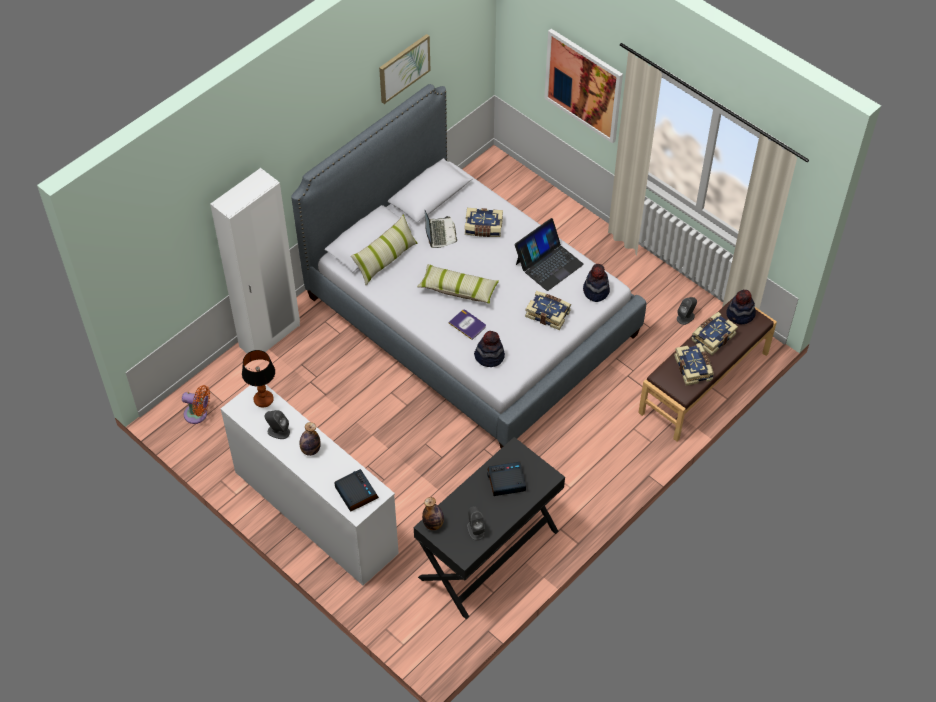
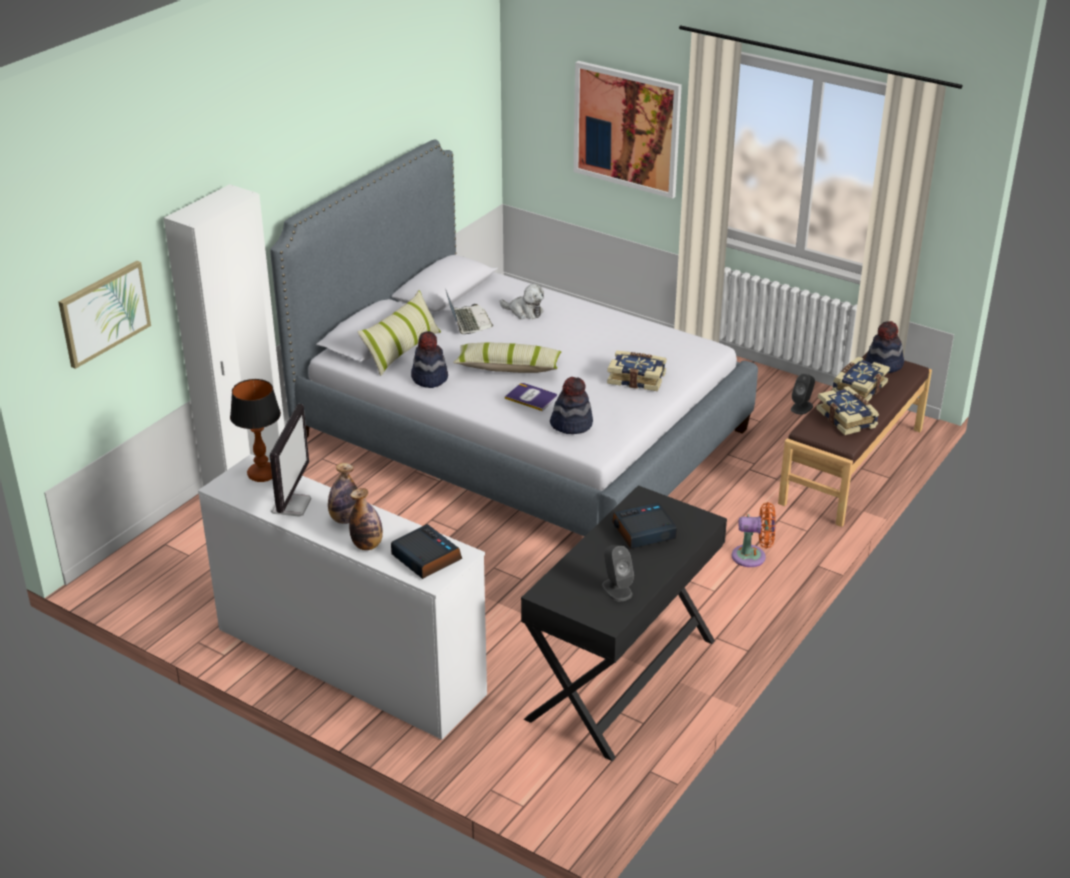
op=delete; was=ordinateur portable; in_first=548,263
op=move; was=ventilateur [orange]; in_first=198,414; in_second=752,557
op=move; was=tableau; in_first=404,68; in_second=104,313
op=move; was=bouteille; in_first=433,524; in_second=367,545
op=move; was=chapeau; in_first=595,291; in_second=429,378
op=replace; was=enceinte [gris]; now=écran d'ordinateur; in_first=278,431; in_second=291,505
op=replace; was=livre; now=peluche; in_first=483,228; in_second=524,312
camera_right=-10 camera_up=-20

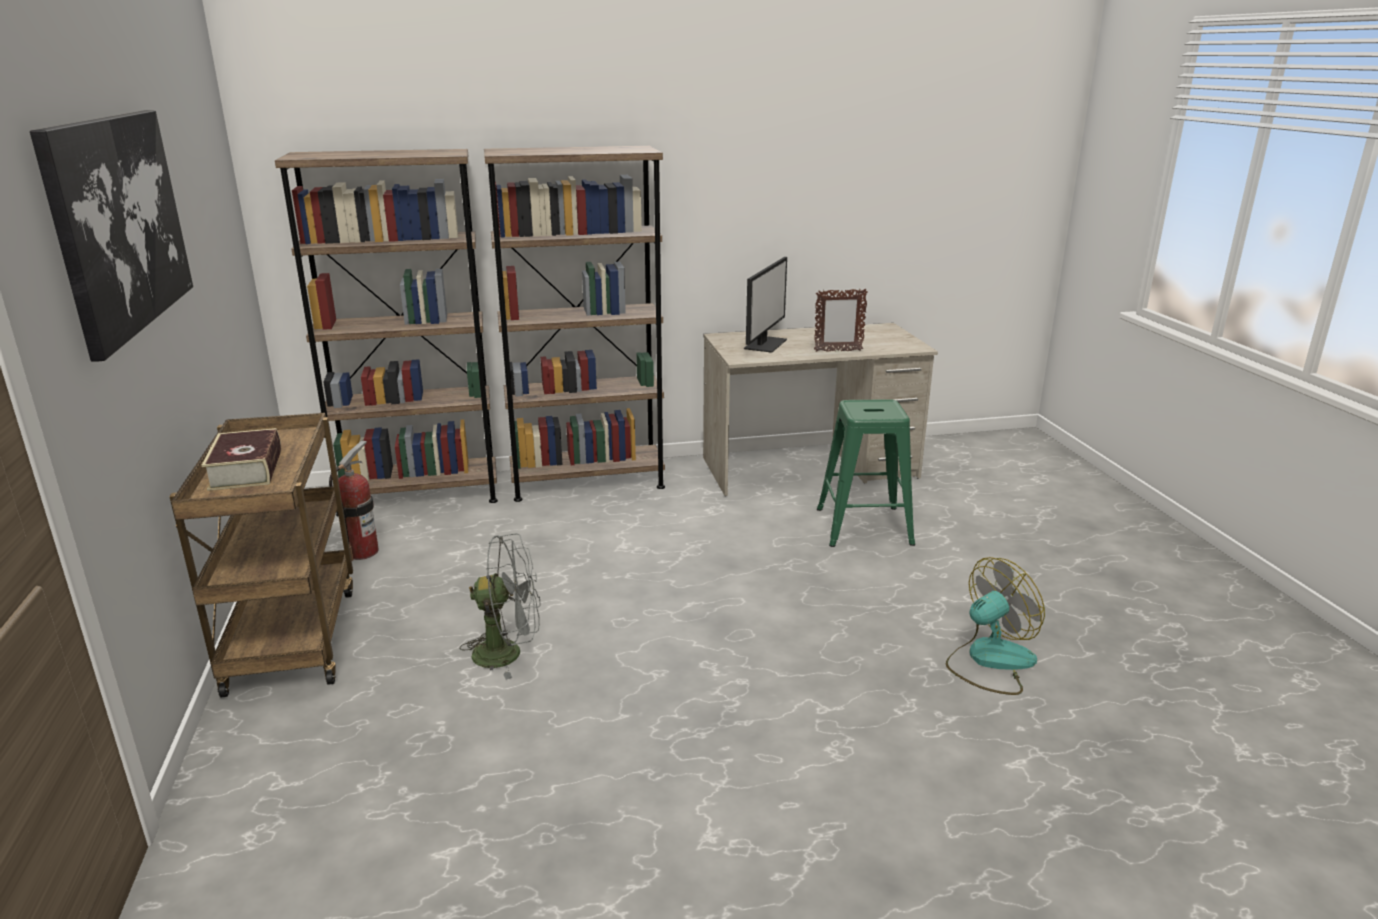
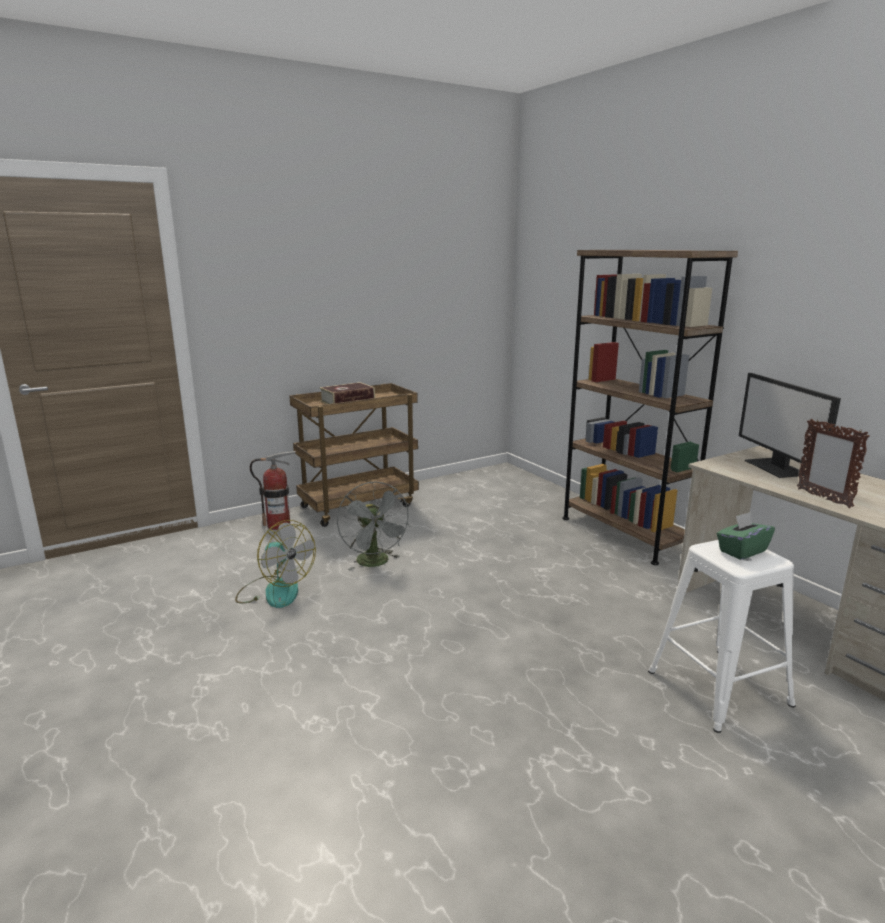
op=delete; was=tableau; in_first=119,223
op=delete; was=bibliothèque [marron]; in_first=419,494
op=insert; now=boîte à mouchoirs [vert]; in_second=742,551
op=move; was=extincteur; in_first=362,552; in_second=279,525
op=move; was=ventilateur; in_first=989,661; in_second=275,591
op=recolor; was=tabouret [vert]; now=tabouret [blanc]; in_first=863,526; in_second=716,687
op=rotate; was=écran d'ordinateur; in_first=764,344; in_second=777,468; clockwise=75
camera_right=70 camera_up=-5

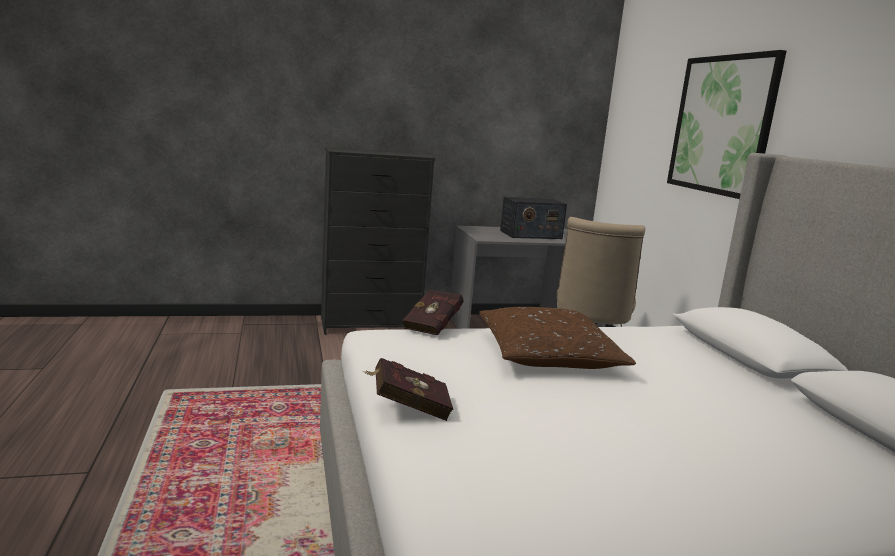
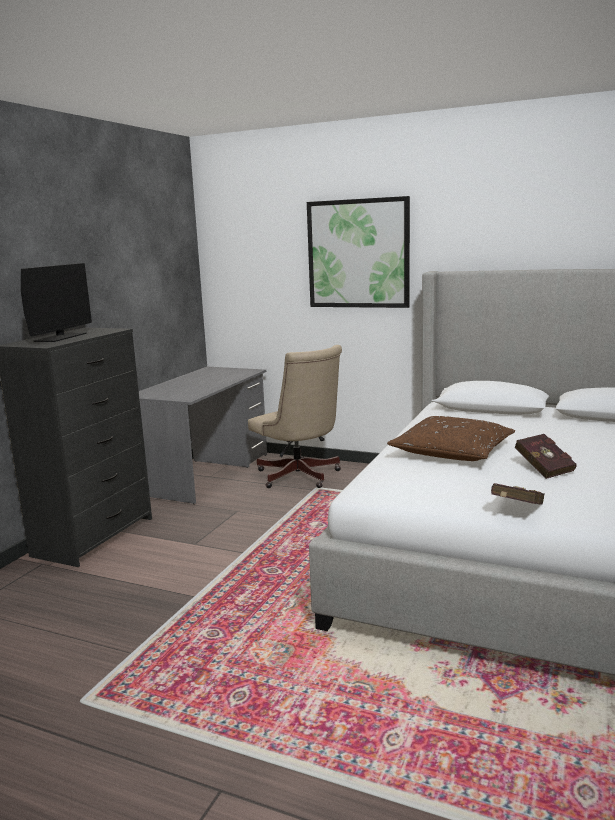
op=delete; was=radio; in_first=530,234
op=insert; now=écran d'ordinateur; in_second=61,337
op=move; was=livre [rouge]; in_first=434,326; in_second=543,468
camera_right=-50 camera_up=0

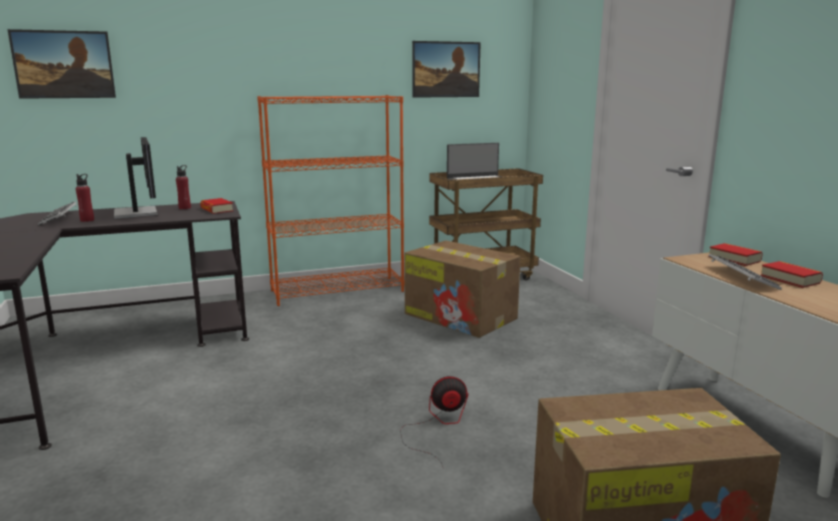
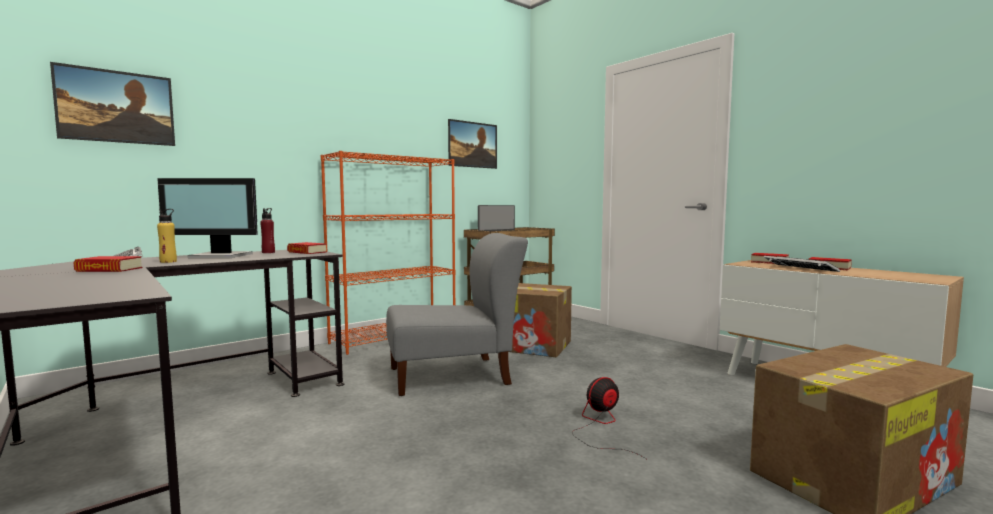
op=insert; now=livre; in_second=109,269
op=insert; now=chaise [gris]; in_second=454,376
op=recolor; was=bouteille [rouge]; now=bouteille [jaune]; in_first=87,220; in_second=168,261
op=rotate; was=écran d'ordinateur; in_first=138,212; in_second=220,256; clockwise=135
camera_right=-20 camera_up=-10

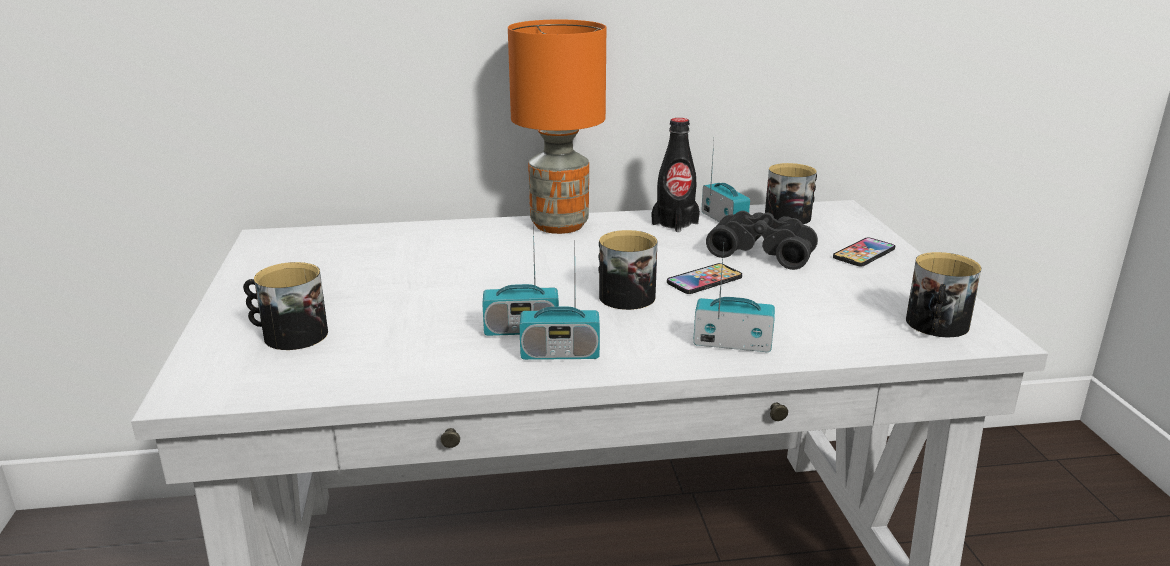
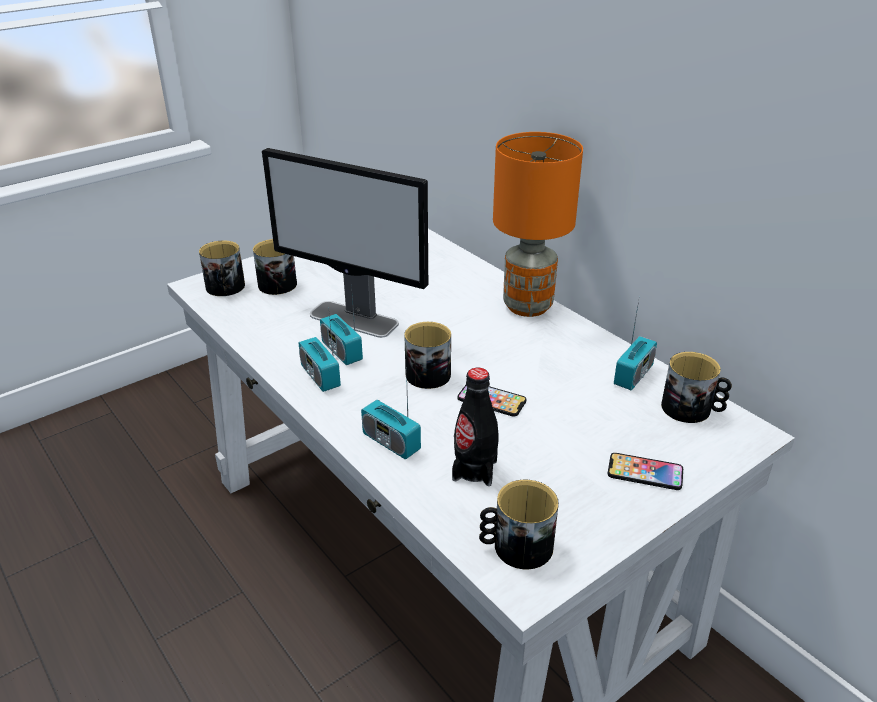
op=delete; was=jumelles [noir]; in_first=763,251
op=insert; now=mug; in_second=225,289
op=insert; now=écran d'ordinateur; in_second=354,319
op=move; was=bouteille [noir]; in_first=675,223; in_second=474,470
op=rotate; was=radio; in_first=732,344; in_second=391,442; clockwise=150
camera_right=60 camera_up=10

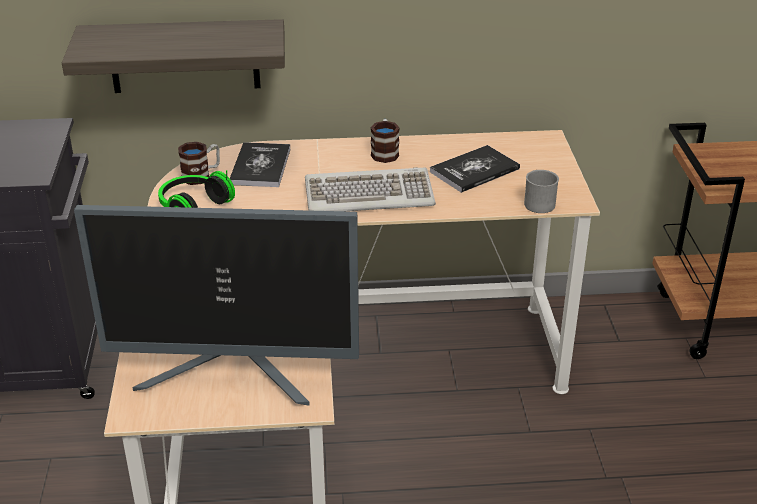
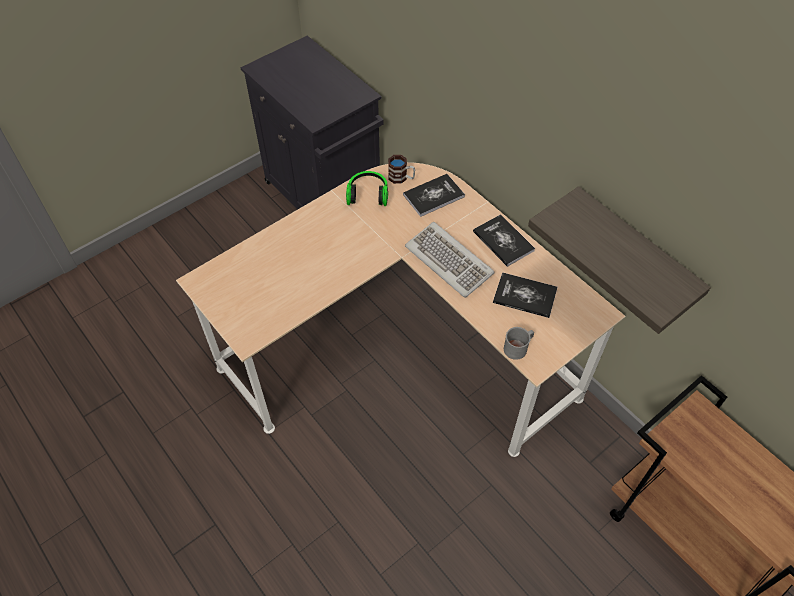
op=delete; was=écran d'ordinateur; in_first=234,374
op=move; was=étagère; in_first=184,56; in_second=633,253
op=replace; was=mug; now=livre; in_first=385,152; in_second=503,241
camera_right=55 camera_up=20

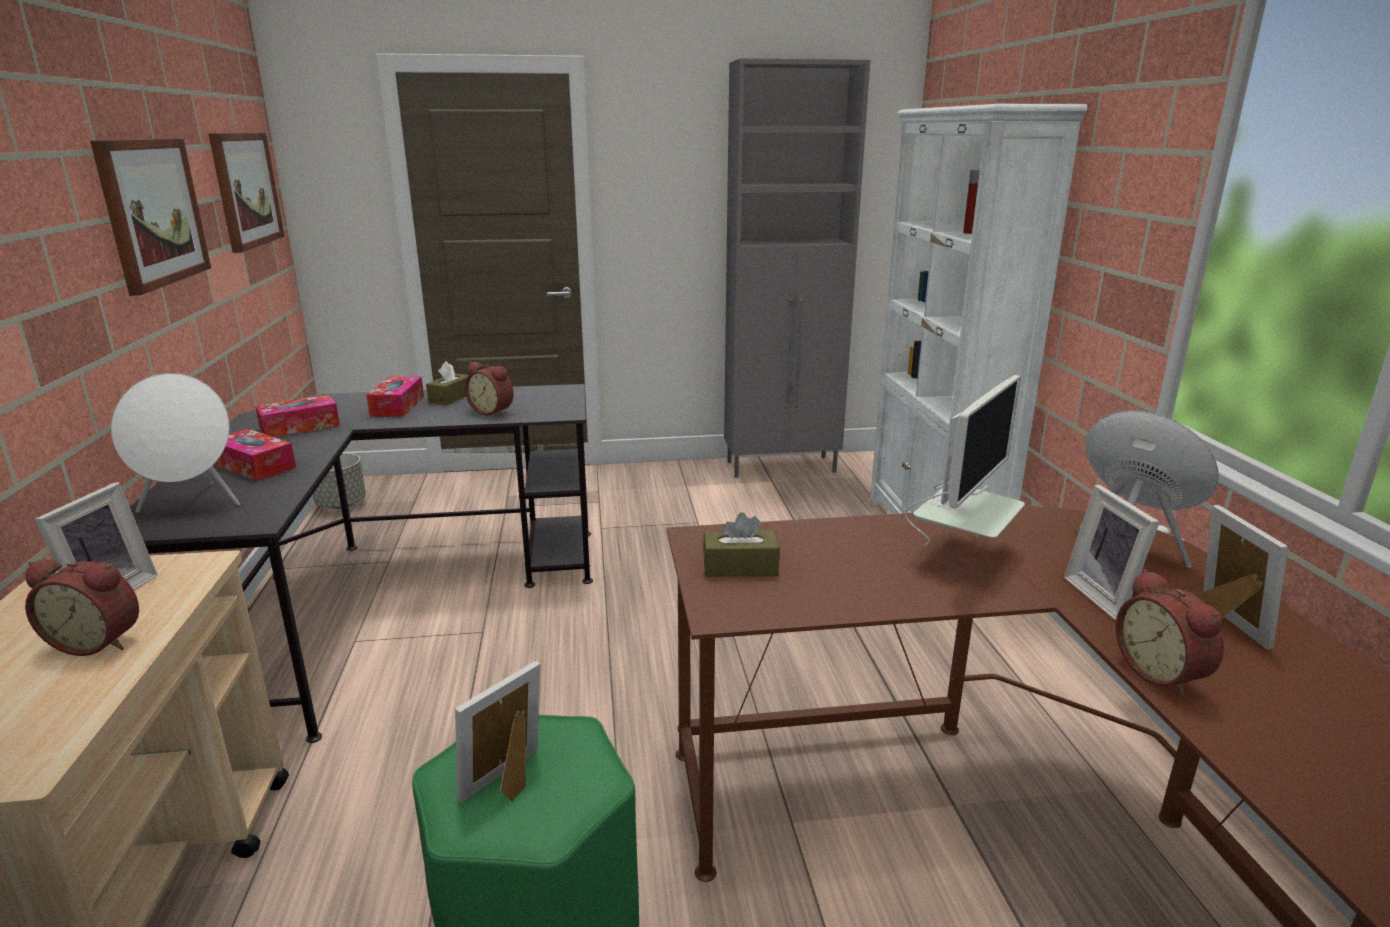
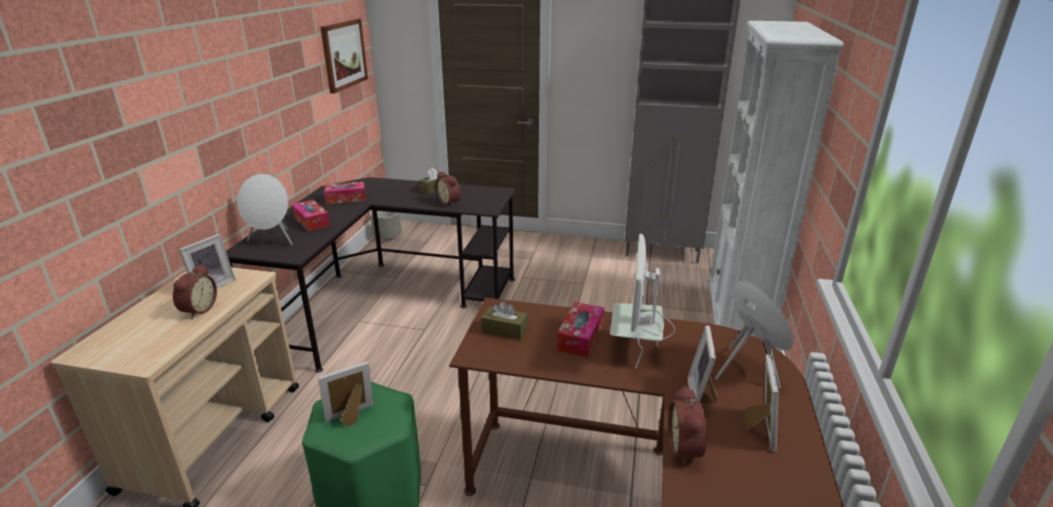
op=delete; was=tableau; in_first=152,212
op=move; was=boîte à mouchoirs; in_first=397,406; in_second=580,337
op=rotate; was=réveil; in_first=99,641; in_second=197,309; clockwise=-105
op=rotate; was=écran d'ordinateur; in_first=960,556; in_second=636,349; clockwise=135
camera_right=20 camera_up=5

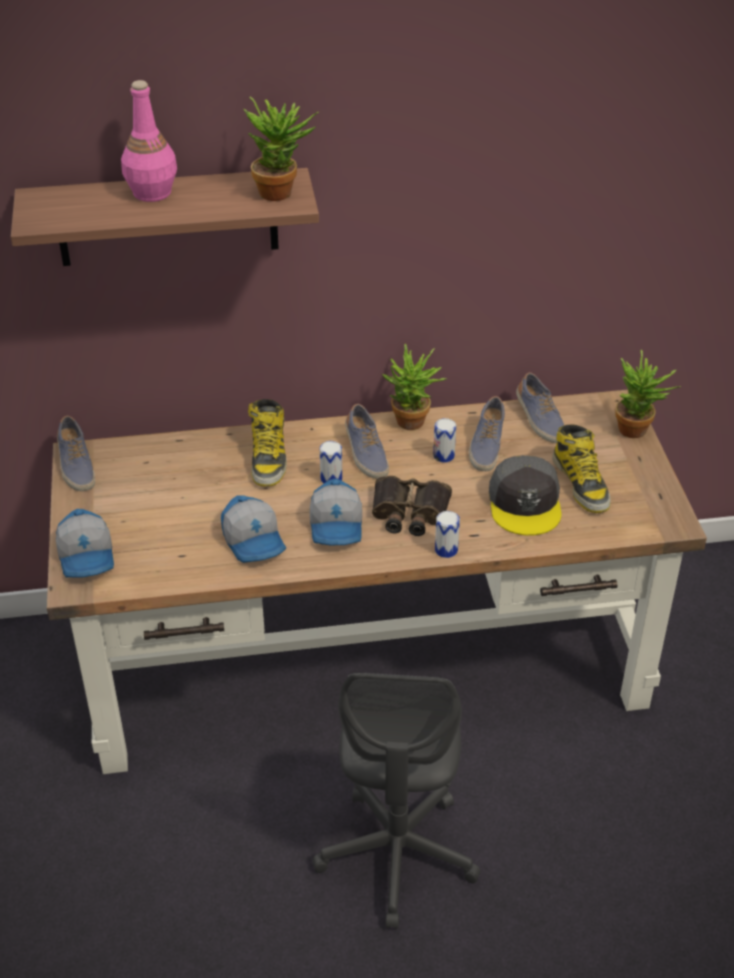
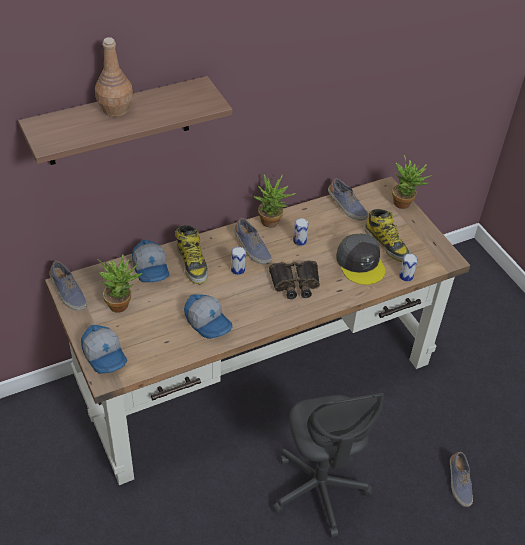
op=move; was=plante en pot; in_first=282,192; in_second=122,303
op=move; was=casquette; in_first=337,526; in_second=151,268
op=move; was=boîte métallique; in_first=446,550; in_second=406,276
op=move; was=chaussure; in_first=486,445; in_second=459,483
op=recolor; was=bouteille [rose]; now=bouteille [marron]; in_first=151,193; in_second=115,109
camera_right=-20 camera_up=5

